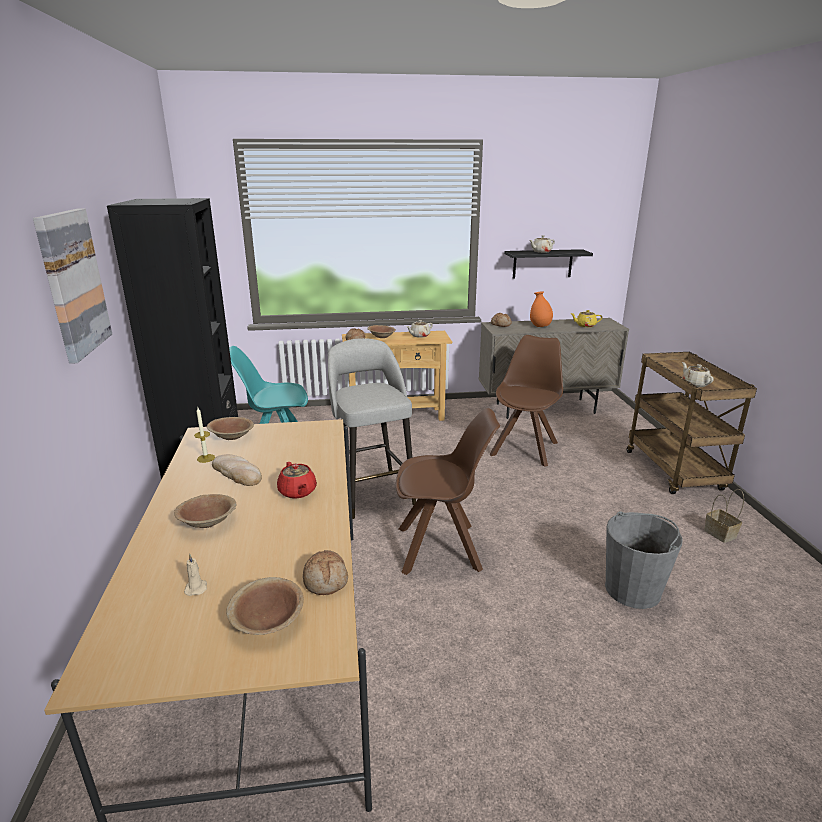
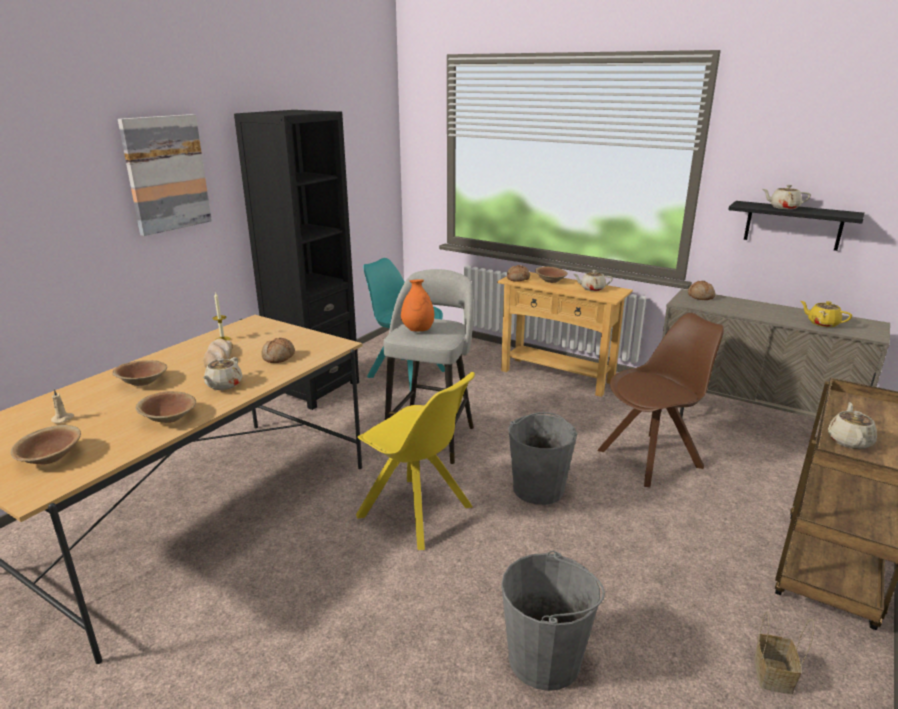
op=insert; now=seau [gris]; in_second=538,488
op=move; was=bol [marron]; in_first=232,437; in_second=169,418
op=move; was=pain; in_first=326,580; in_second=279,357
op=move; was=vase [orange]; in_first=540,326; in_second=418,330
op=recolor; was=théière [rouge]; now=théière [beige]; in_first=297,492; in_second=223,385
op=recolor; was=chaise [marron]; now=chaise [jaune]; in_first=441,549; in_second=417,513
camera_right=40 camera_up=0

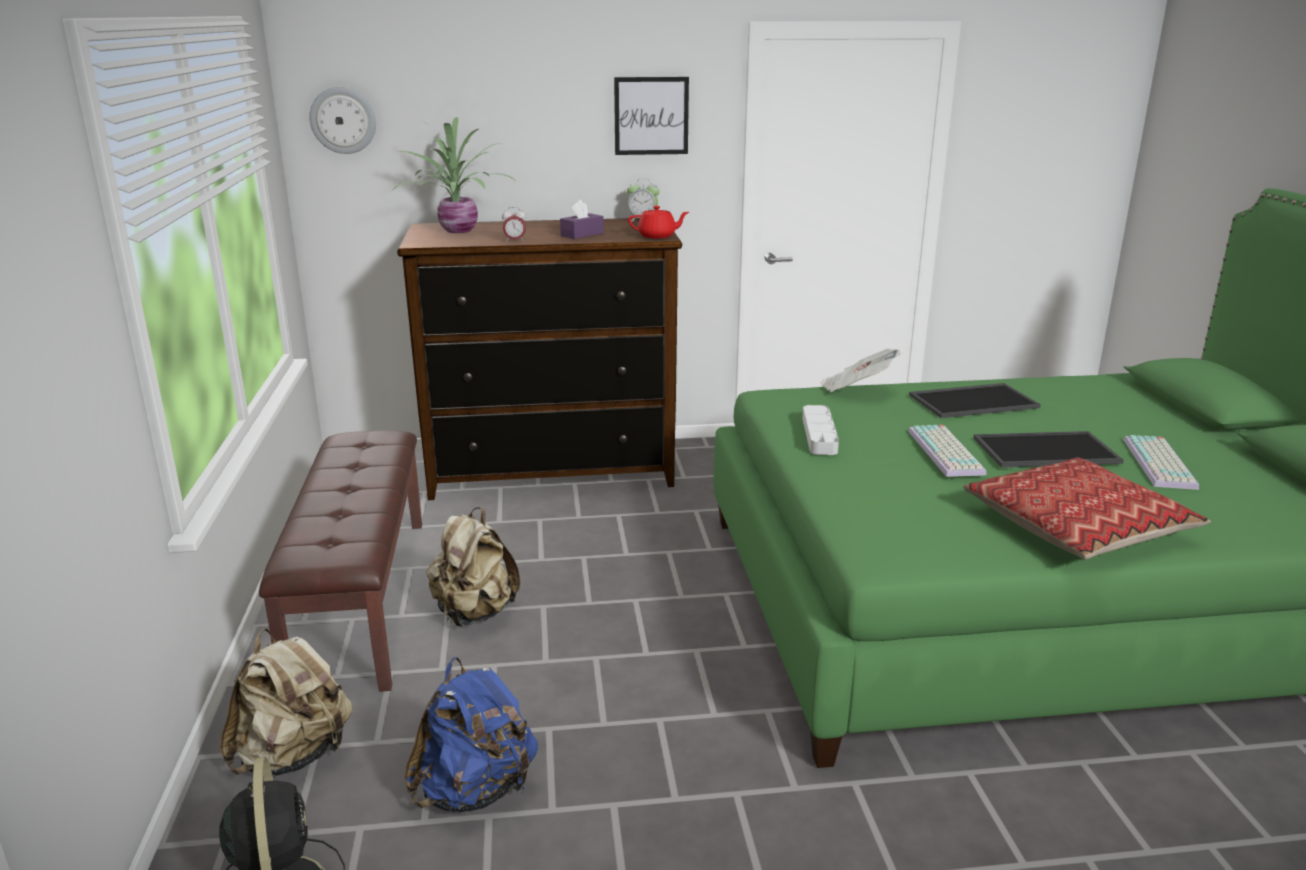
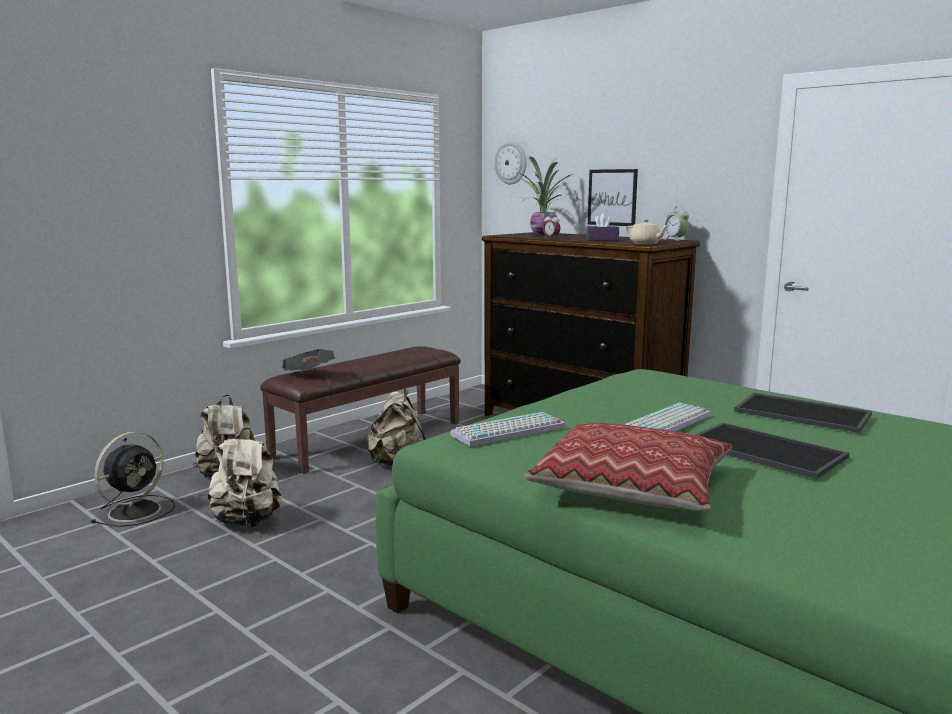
op=delete; was=plateau [gris]; in_first=819,435
op=move; was=tableau; in_first=651,116; in_second=612,197
op=move; was=journal; in_first=856,389; in_second=308,375
op=move; was=clavier; in_first=1162,464; in_second=508,432
op=recolor; was=sac à dos [bleu]; now=sac à dos [beige]; in_first=475,790; in_second=247,521
op=recolor; was=théière [rouge]; now=théière [beige]; in_first=657,236; in_second=645,243
camera_right=50 camera_up=-10

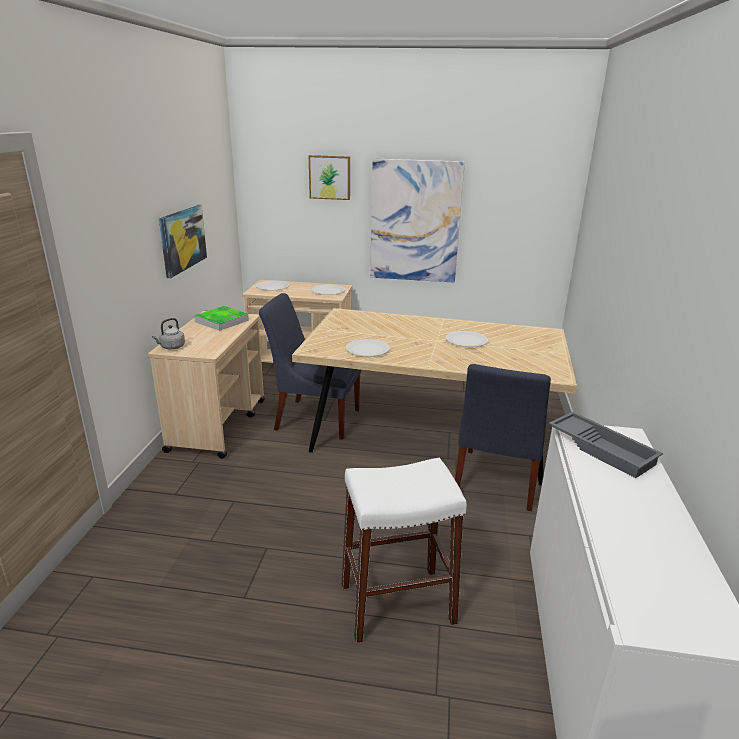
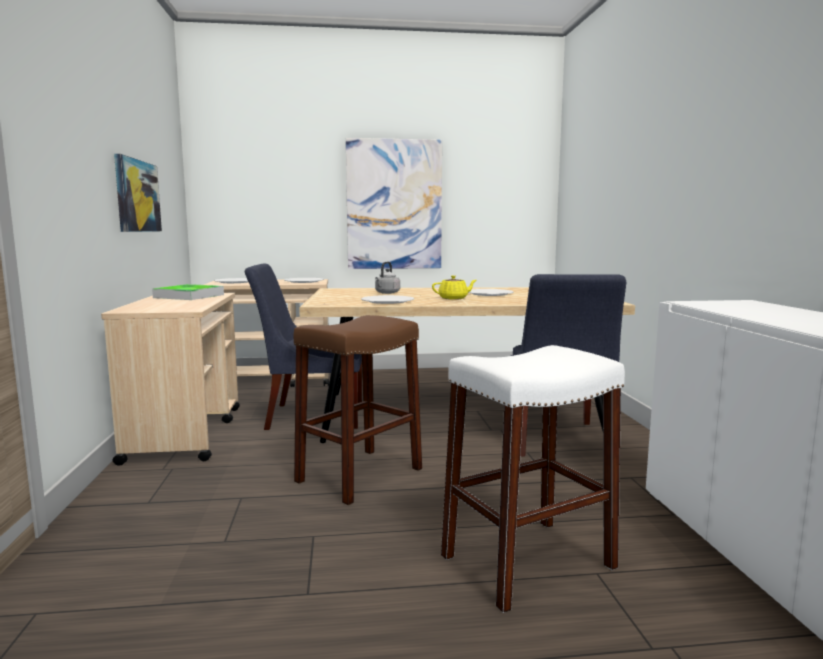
op=delete; was=tableau; in_first=330,177
op=delete; was=plateau [gris]; in_first=602,449
op=insert; now=tabouret [marron]; in_second=360,475
op=insert; now=théière [jaune]; in_second=454,298
op=move; was=bouilloire [gris]; in_first=171,347; in_second=386,293
camera_right=-15 camera_up=-15

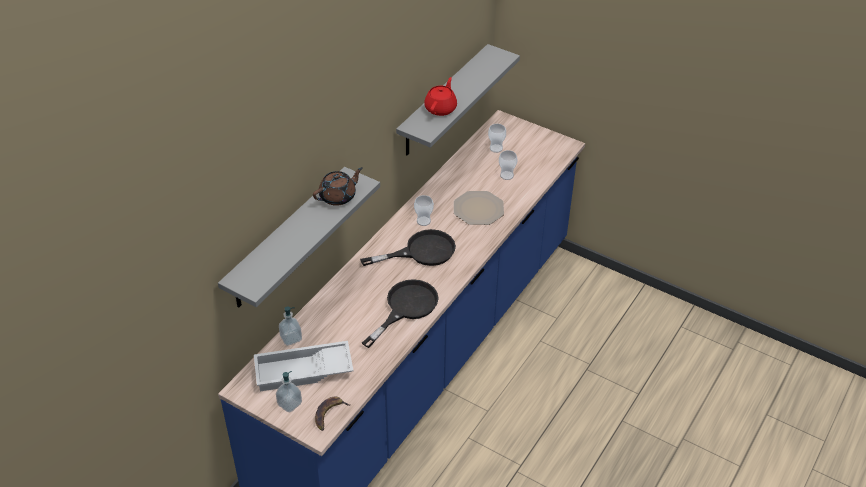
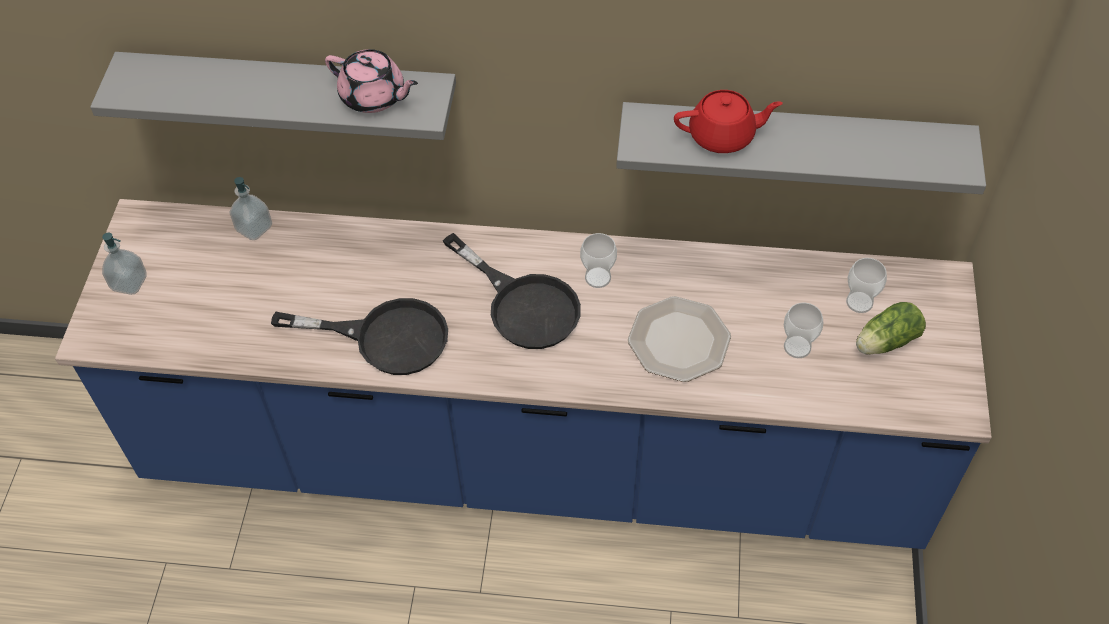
op=delete; was=plateau [blanc]; in_first=303,372
op=delete; was=banane; in_first=329,414
op=insert; now=laitue; in_second=884,342
op=recolor; was=théière [marron]; now=théière [rose]; in_first=338,196; in_second=374,97
camera_right=65 camera_up=10

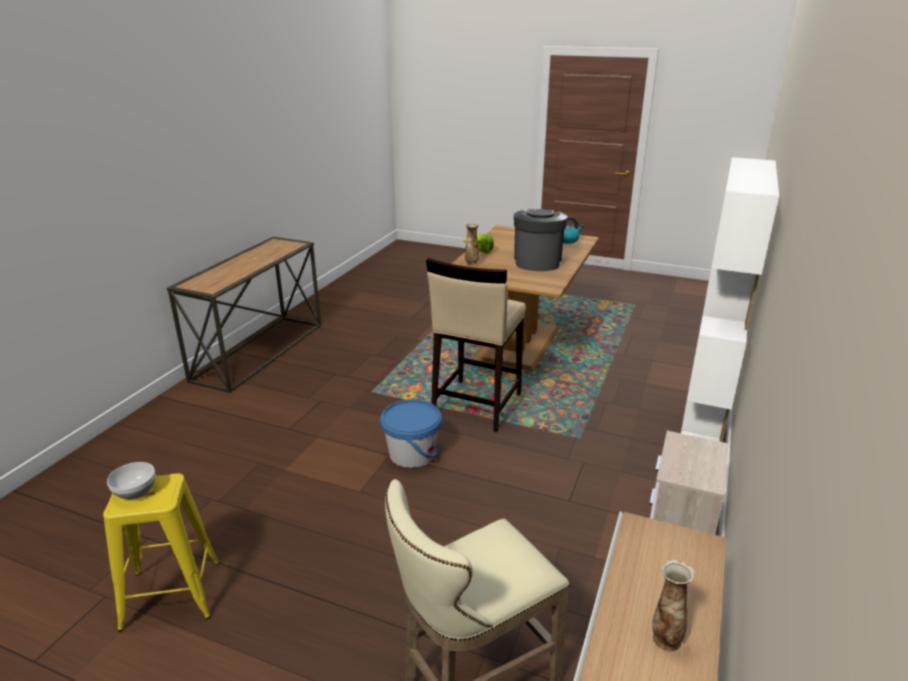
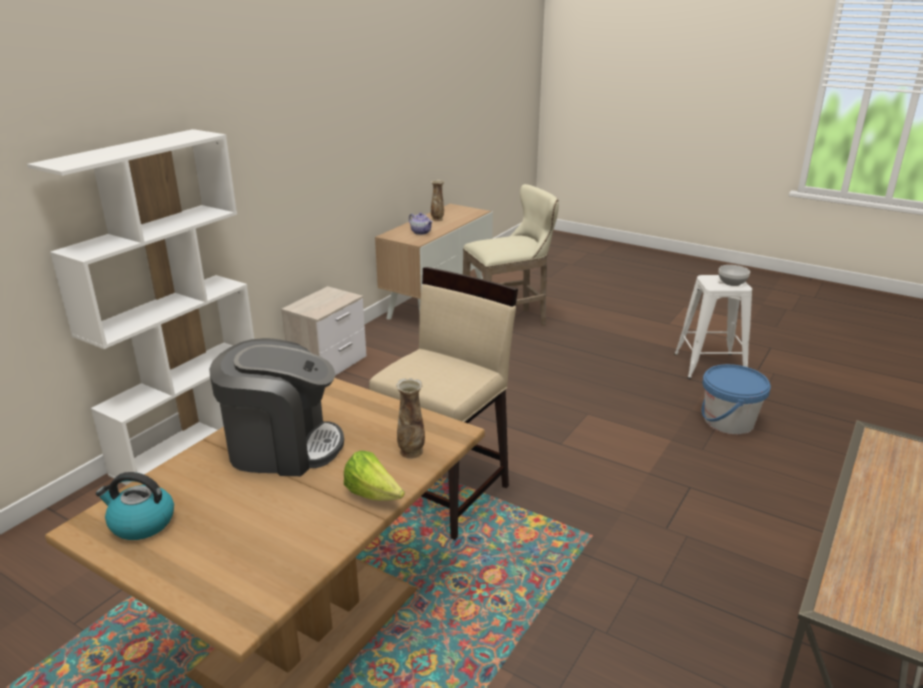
op=insert; now=théière; in_second=421,232
op=move; was=seau [bleu]; in_first=412,454; in_second=728,421
op=recolor; was=tabouret [jaune]; now=tabouret [blanc]; in_first=171,595; in_second=710,366
op=rotate; was=machine à café; in_first=537,261; in_second=282,447; clockwise=-105
camera_right=-170 camera_up=0

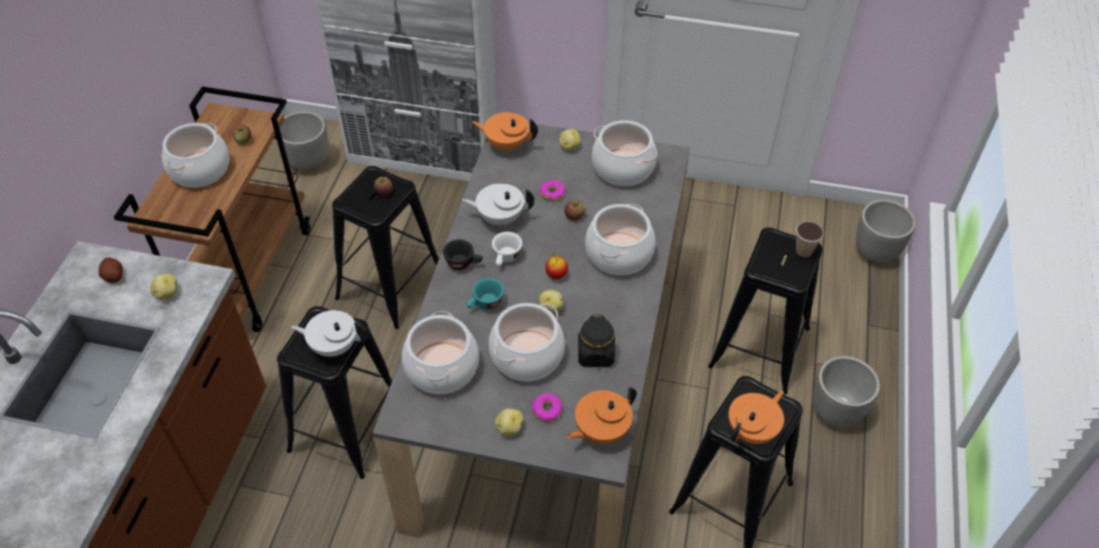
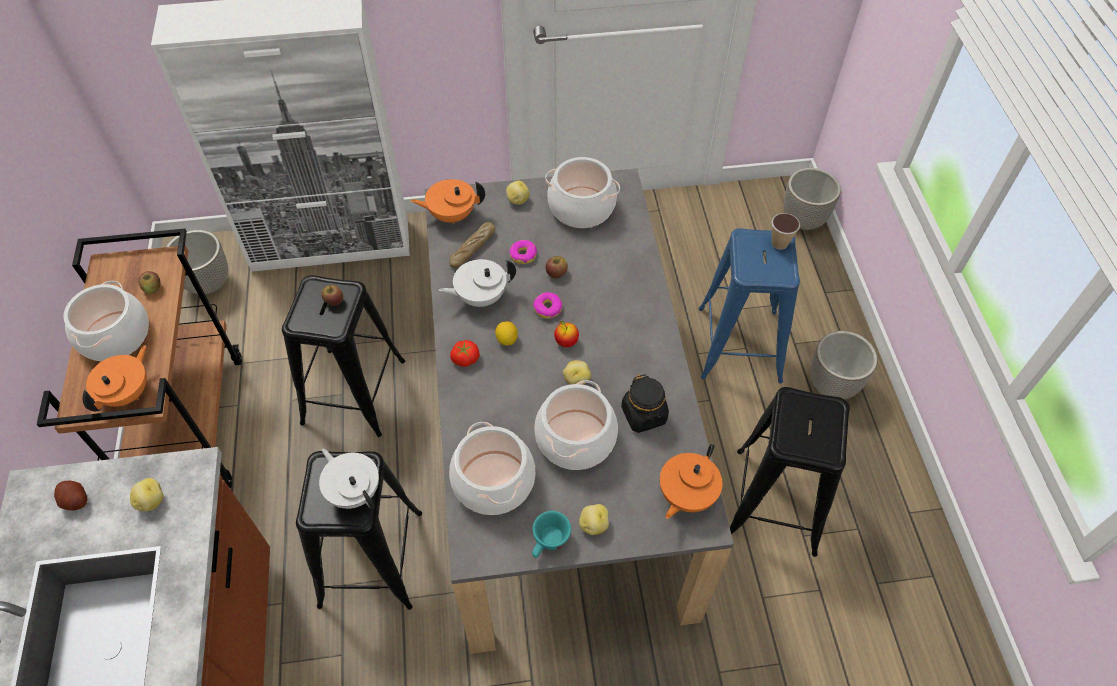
op=delete; was=marmite; in_first=619,254
op=insert; now=pain; in_second=473,248
op=move; was=tasse [turquoise]; in_first=485,305; in_second=549,543
op=move; was=beignet; in_first=547,410; in_second=547,308
op=move; was=théière [orange]; in_first=752,431; in_second=128,393
op=replace; was=tasse [noir]; now=tomate; in_first=464,263; in_second=465,358
op=replace; was=tasse [blanc]; now=citron; in_first=506,258; in_second=507,339
op=recolor; was=tabouret [noir]; now=tabouret [bleu]; in_first=759,347; in_second=739,344
op=rotate; was=théière [blanc]; in_first=334,346; in_second=354,491; clockwise=60
camera_right=-20 camera_up=5

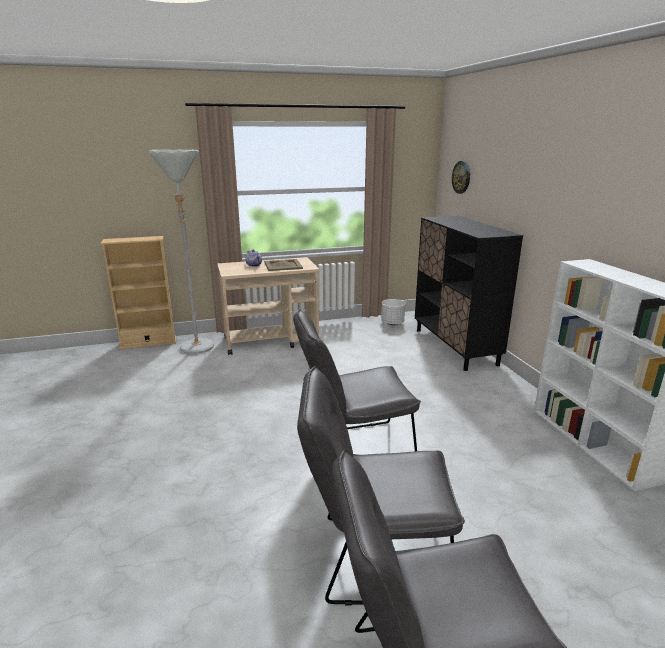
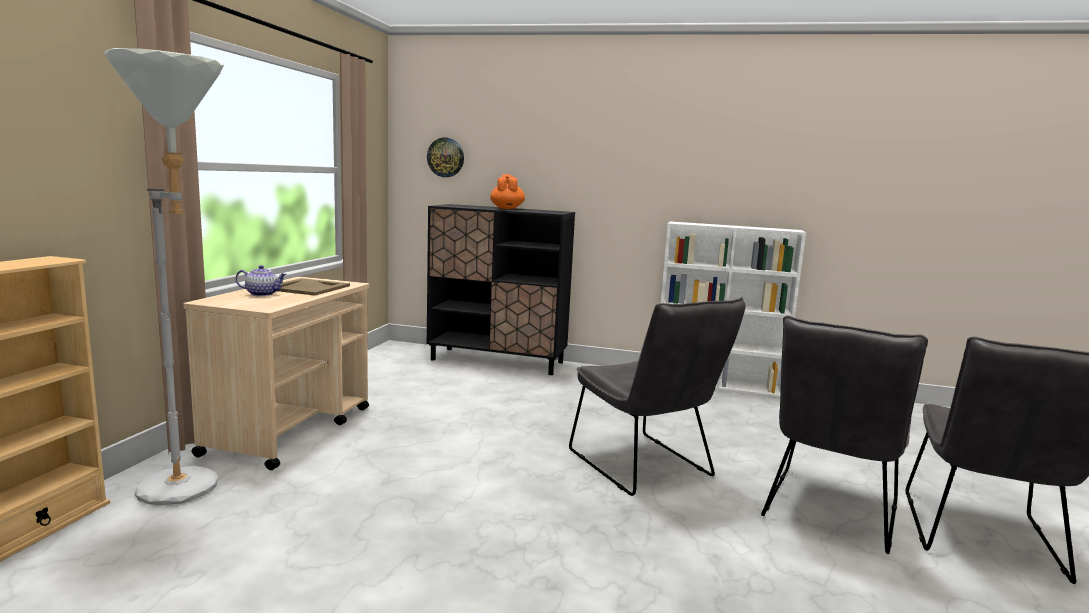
op=delete; was=cache-pot [blanc]; in_first=392,323
op=insert; now=théière [orange]; in_second=507,208
op=rotate; was=chaise [gris]; in_first=353,450; in_second=645,467; clockwise=-45
camera_right=-60 camera_up=-10

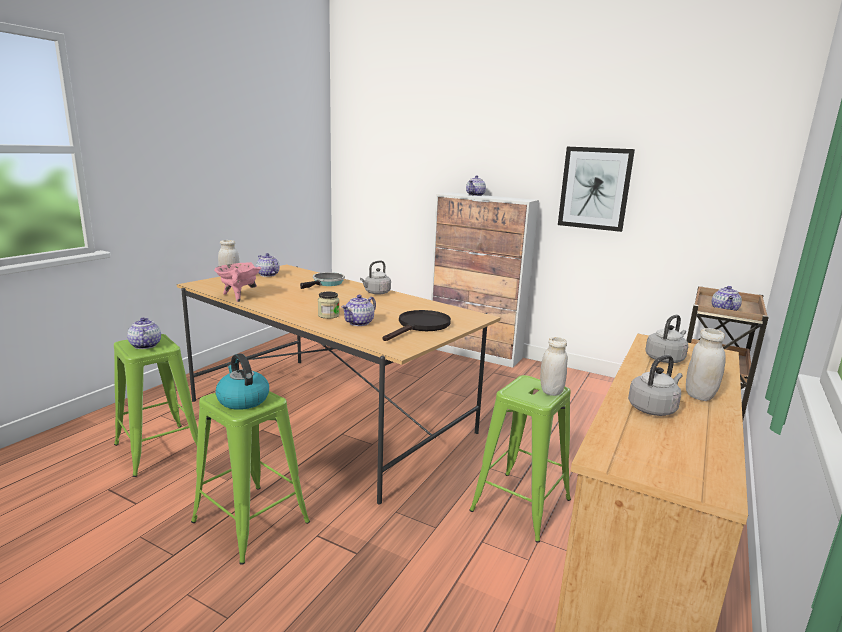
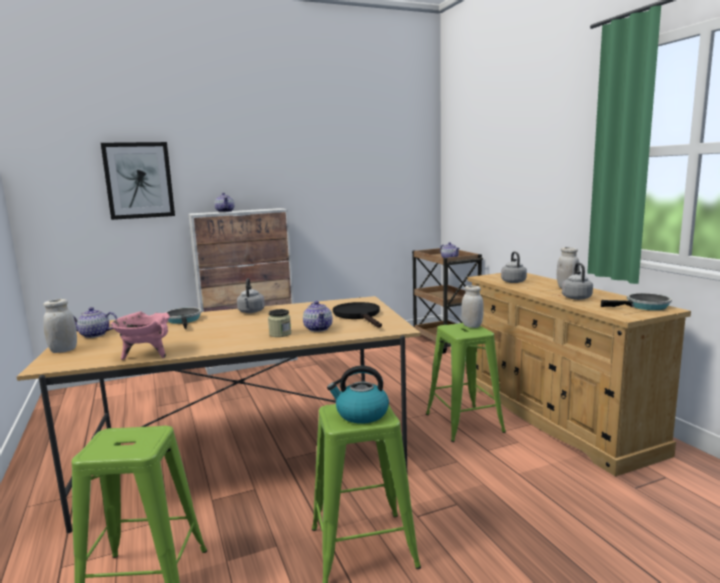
op=delete; was=théière; in_first=145,345
op=insert; now=poêle; in_second=644,306
op=move; was=tableau; in_first=594,188; in_second=139,180
camera_right=-50 camera_up=-5

